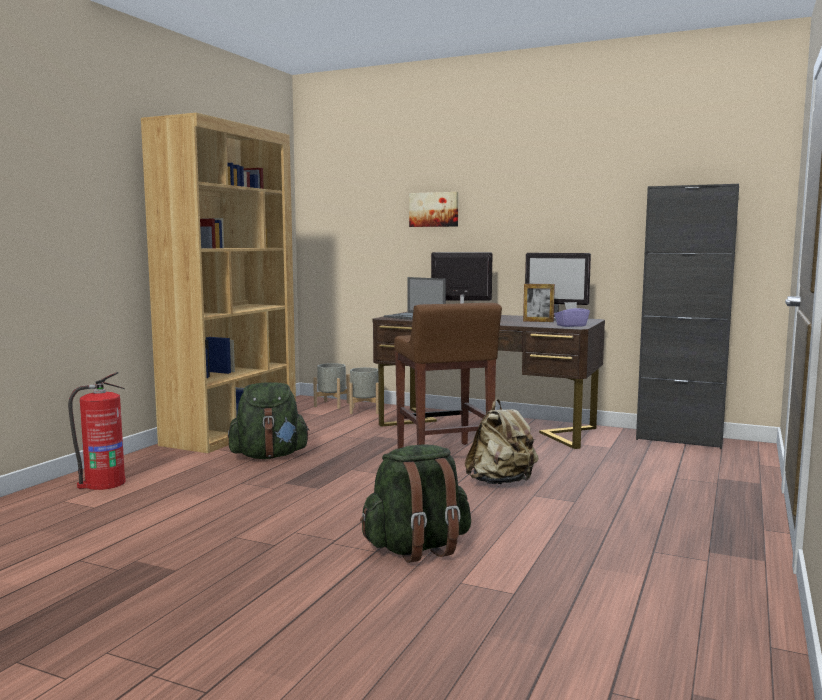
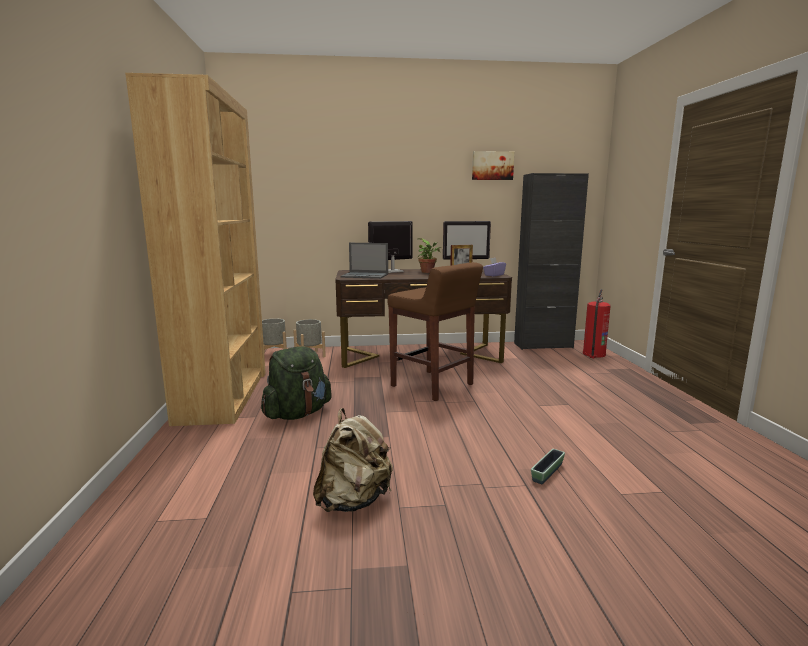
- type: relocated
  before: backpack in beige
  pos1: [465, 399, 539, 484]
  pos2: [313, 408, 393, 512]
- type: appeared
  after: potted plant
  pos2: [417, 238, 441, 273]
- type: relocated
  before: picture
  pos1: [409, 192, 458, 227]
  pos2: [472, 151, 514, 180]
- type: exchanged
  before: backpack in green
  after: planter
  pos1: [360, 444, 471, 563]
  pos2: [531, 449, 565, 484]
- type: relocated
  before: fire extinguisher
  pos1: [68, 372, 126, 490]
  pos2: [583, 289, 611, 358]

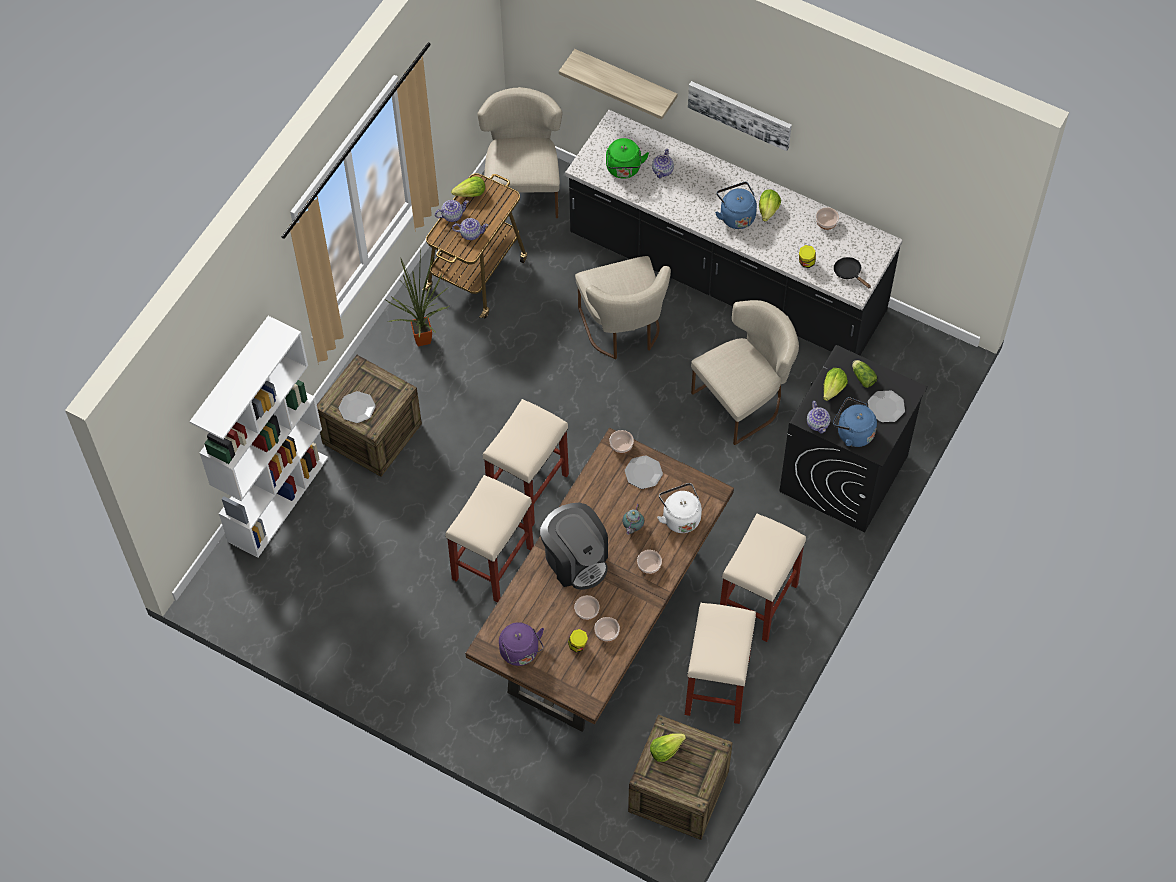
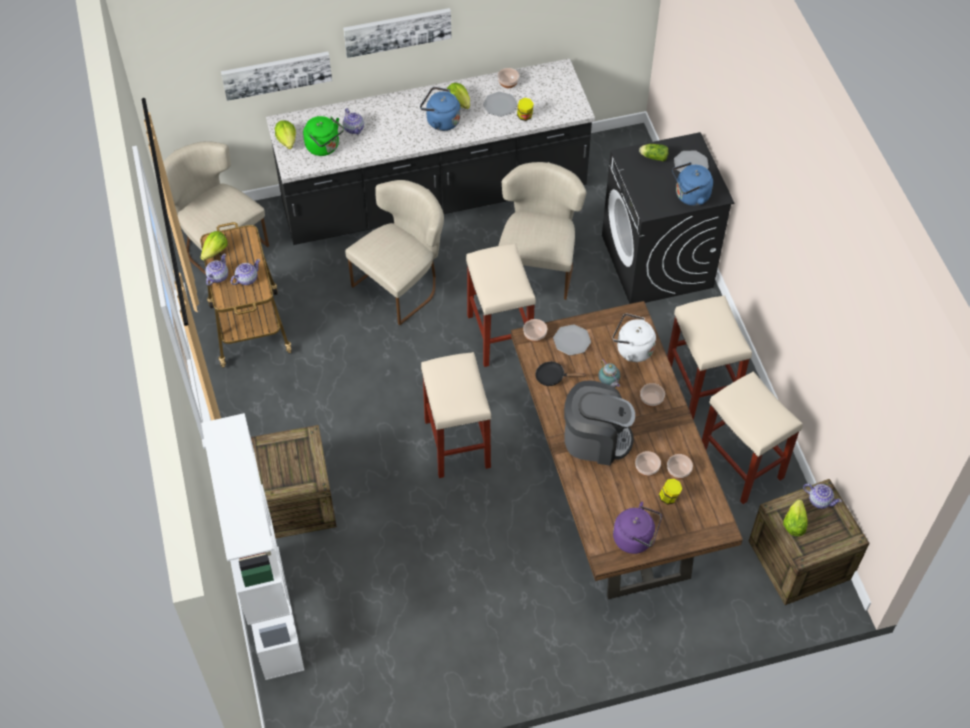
- type: exchanged
  before: shelf
  after: picture
  pos1: [559, 49, 678, 120]
  pos2: [221, 51, 332, 101]
- type: relocated
  before: lettuce
  pos1: [823, 368, 848, 401]
  pos2: [275, 120, 296, 149]
- type: spun
  before: chair in beige
  pos1: [575, 256, 671, 359]
  pos2: [345, 180, 444, 325]
  turn: -75
- type: relocated
  before: stool in beige
  pos1: [445, 475, 534, 603]
  pos2: [466, 244, 536, 367]
- type: relocated
  before: plate
  pos1: [339, 391, 376, 423]
  pos2: [483, 92, 517, 117]
- type: relocated
  before: frying pan in black
  pos1: [834, 257, 871, 288]
  pos2: [535, 361, 586, 386]
- type: relocated
  before: teapot
  pos1: [807, 401, 830, 433]
  pos2: [803, 484, 842, 509]
- type: missing
  before: potted plant
  pos1: [385, 248, 449, 346]

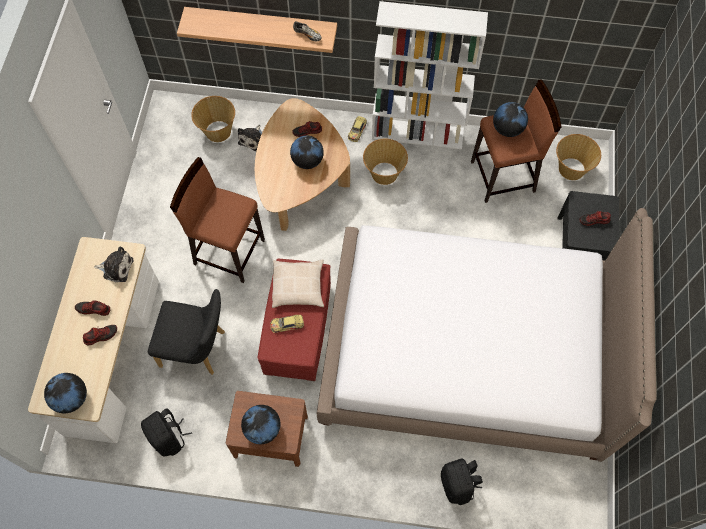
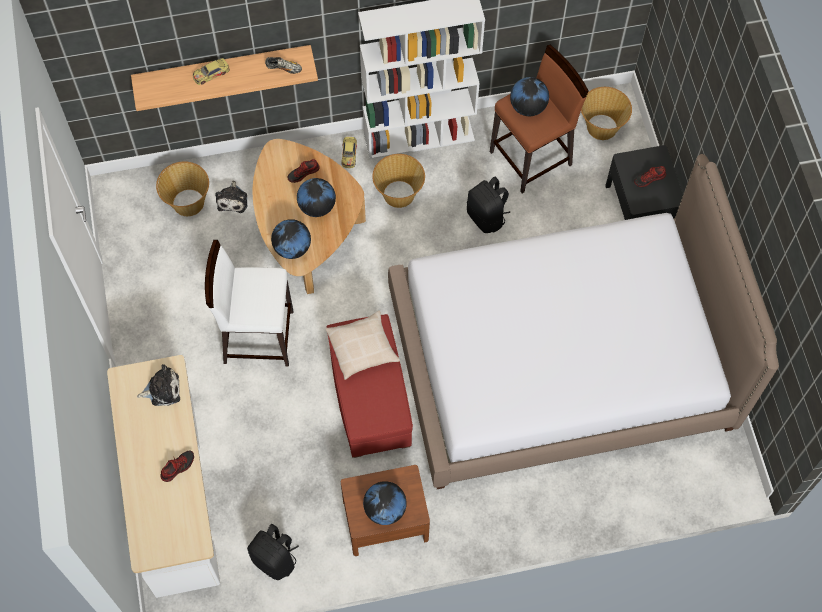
- type: relocated
  before: toy car
  pos1: [270, 315, 304, 333]
  pos2: [193, 58, 230, 85]
- type: colour
  before: stool in brown
  after: stool in white
  pos1: [170, 157, 265, 283]
  pos2: [205, 240, 293, 366]
- type: relocated
  before: globe
  pos1: [44, 373, 87, 413]
  pos2: [271, 219, 311, 259]
- type: relocated
  before: backpack in black
  pos1: [441, 459, 483, 505]
  pos2: [467, 177, 511, 233]
- type: missing
  before: shoe
  pos1: [75, 301, 110, 316]
- type: missing
  before: chair in black
  pos1: [148, 289, 225, 375]

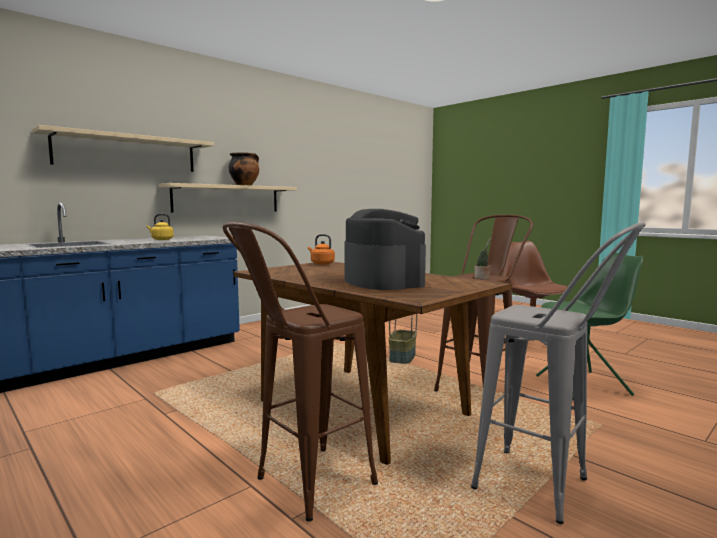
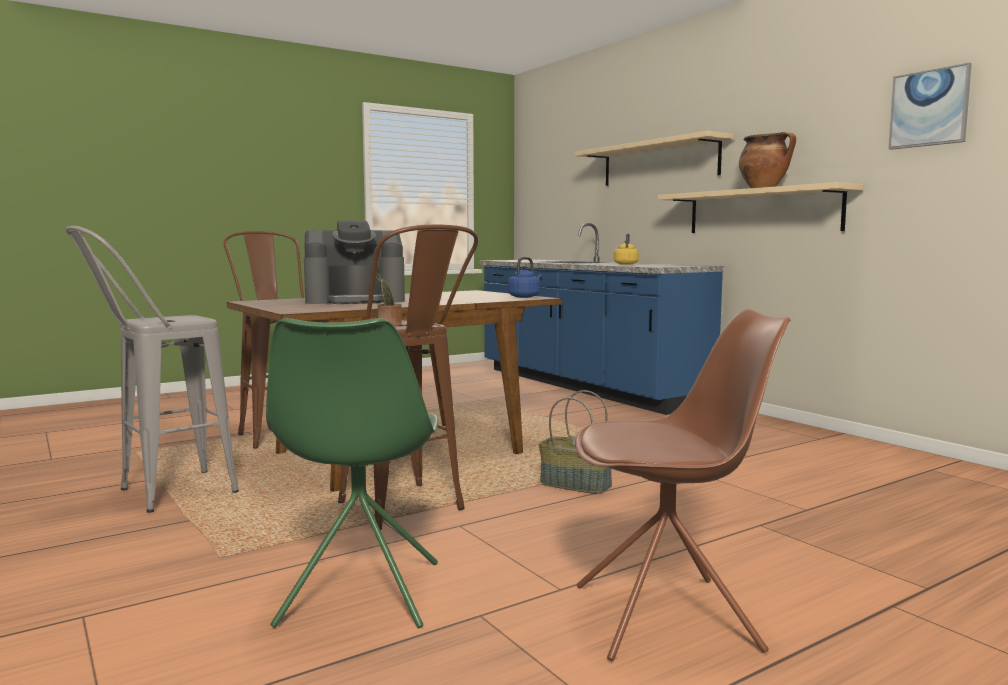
- type: colour
  before: kettle in orange
  after: kettle in blue
  pos1: [308, 234, 335, 265]
  pos2: [508, 257, 542, 298]
- type: appeared
  after: picture
  pos2: [889, 63, 972, 150]

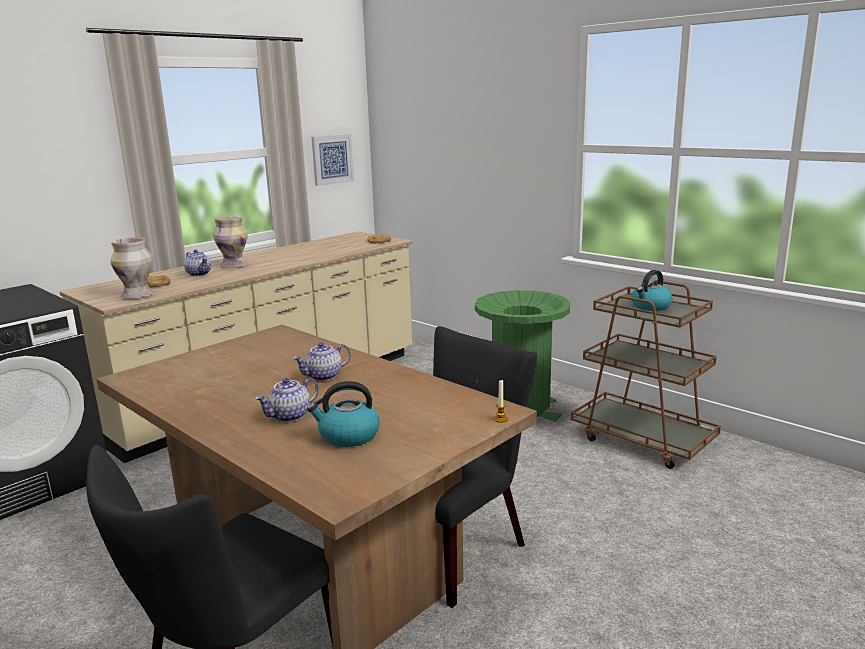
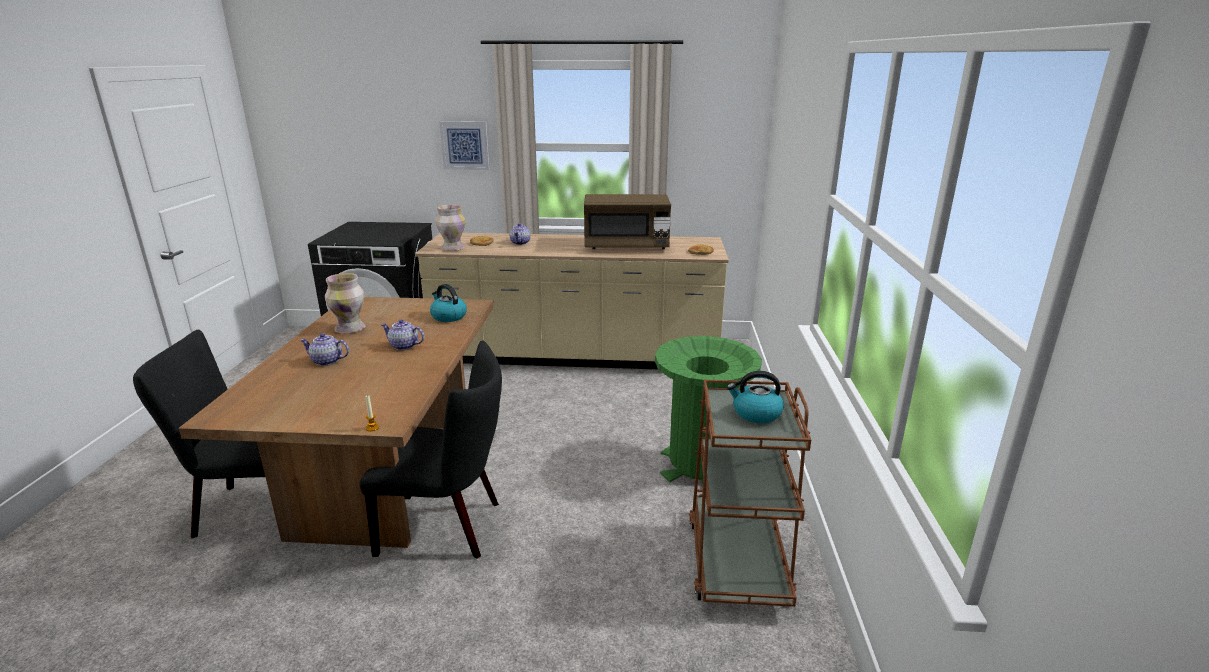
- type: relocated
  before: vase
  pos1: [213, 216, 248, 268]
  pos2: [325, 273, 365, 333]
- type: relocated
  before: kettle
  pos1: [307, 381, 380, 447]
  pos2: [430, 284, 467, 322]
- type: relocated
  before: picture
  pos1: [311, 134, 354, 186]
  pos2: [439, 121, 490, 170]
- type: appeared
  after: microwave in brown
  pos2: [584, 194, 671, 249]

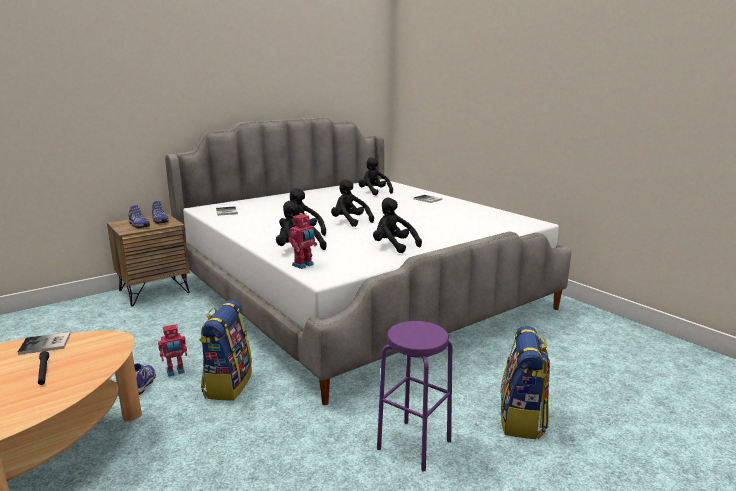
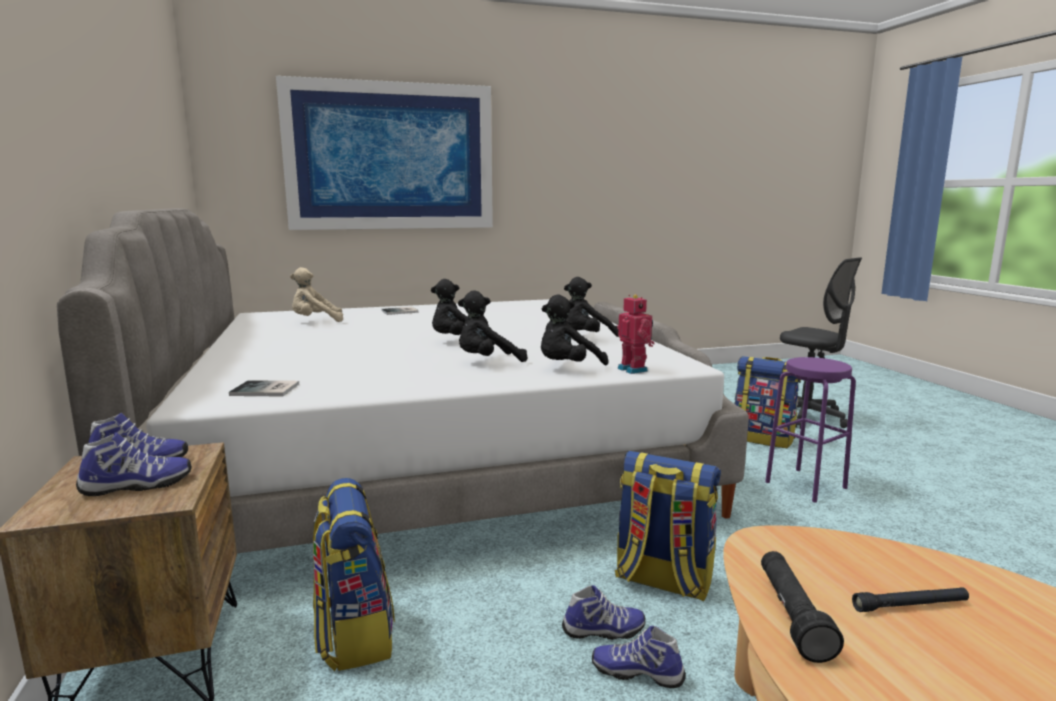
- type: appeared
  after: picture
  pos2: [276, 76, 493, 230]
- type: colour
  before: plush toy in black
  after: plush toy in beige
  pos1: [358, 158, 393, 196]
  pos2: [290, 267, 343, 322]
- type: appeared
  after: backpack
  pos2: [313, 478, 395, 671]
- type: exchanged
  before: toy robot
  after: shoe
  pos1: [158, 324, 187, 377]
  pos2: [562, 585, 645, 640]
- type: exchanged
  before: book
  after: flashlight in black
  pos1: [18, 332, 71, 355]
  pos2: [761, 551, 844, 663]
- type: appeared
  after: office chair in grey
  pos2: [780, 257, 862, 429]

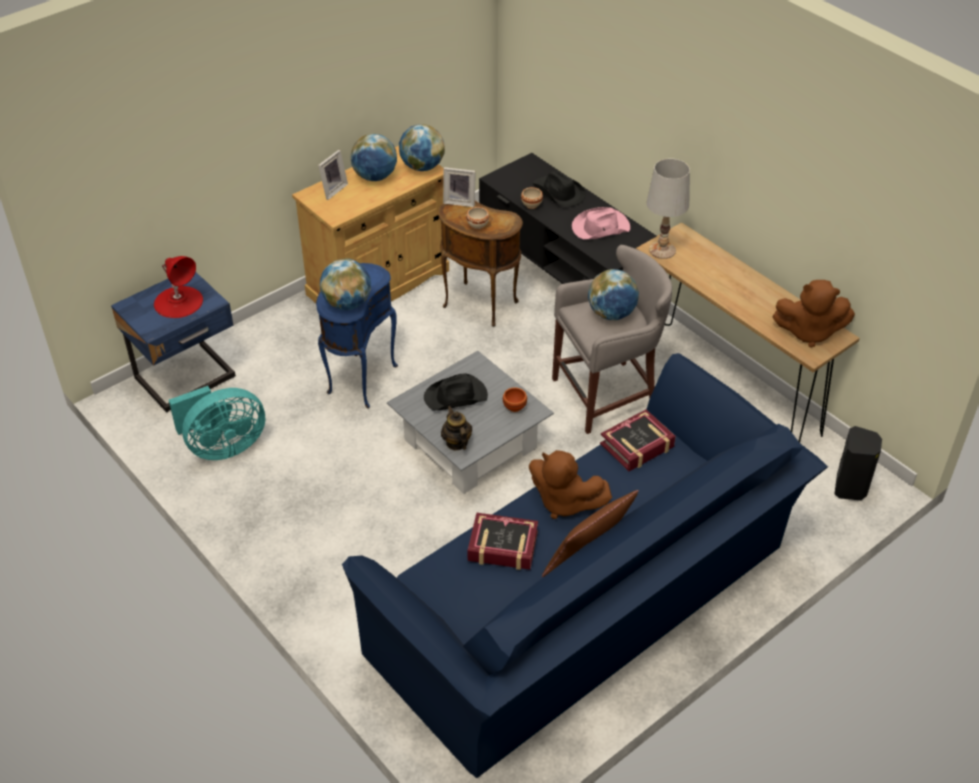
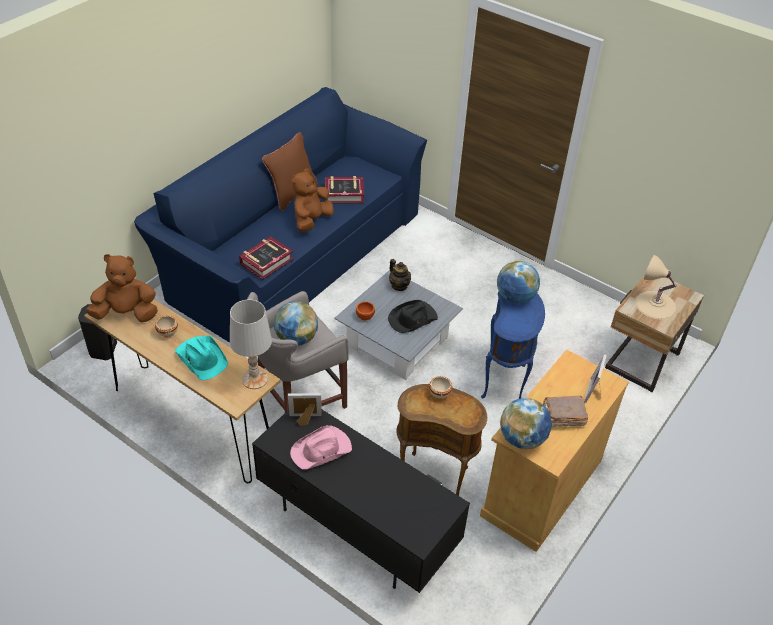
- type: relocated
  before: bowl in beige
  pos1: [521, 187, 543, 209]
  pos2: [155, 316, 178, 337]
- type: appeared
  after: hat in turquoise
  pos2: [175, 336, 228, 380]
- type: relocated
  before: picture frame
  pos1: [443, 167, 476, 207]
  pos2: [288, 393, 322, 426]
- type: spun
  before: plush toy in brown
  pos1: [529, 450, 612, 519]
  pos2: [291, 169, 334, 232]
  turn: -75
- type: exchanged
  before: globe
  after: book in brown
  pos1: [350, 134, 397, 181]
  pos2: [543, 396, 588, 427]
- type: colour
  before: nightstand in blue
  after: nightstand in beige
  pos1: [111, 271, 236, 412]
  pos2: [605, 275, 704, 392]
- type: colour
  before: table lamp in red
  after: table lamp in beige
  pos1: [154, 256, 203, 318]
  pos2: [635, 255, 677, 319]
- type: missing
  before: fan in turquoise
  pos1: [169, 386, 265, 460]
- type: missing
  before: hat in black
  pos1: [533, 170, 586, 208]

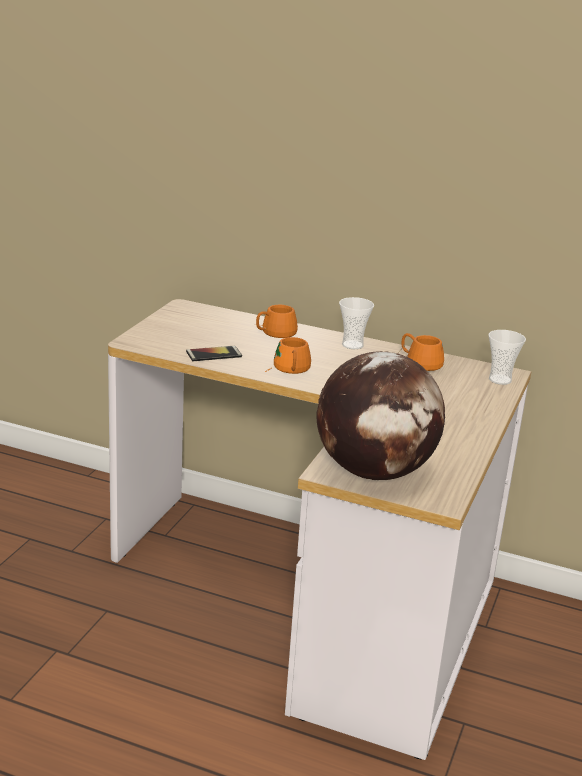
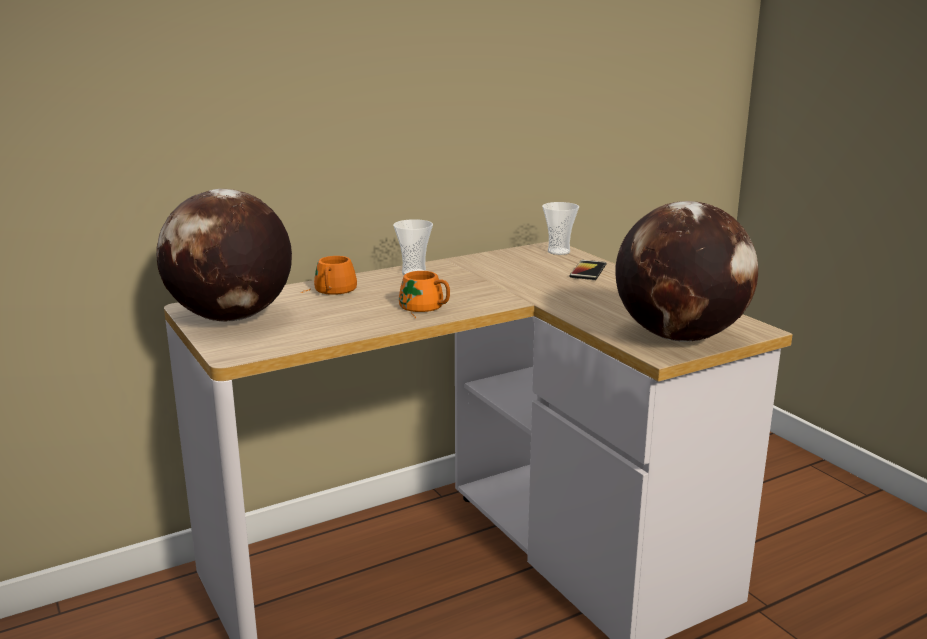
- type: appeared
  after: globe
  pos2: [156, 189, 292, 321]
- type: relocated
  before: phone
  pos1: [186, 346, 242, 361]
  pos2: [570, 260, 607, 280]
- type: missing
  before: mug in orange
  pos1: [401, 333, 444, 371]

